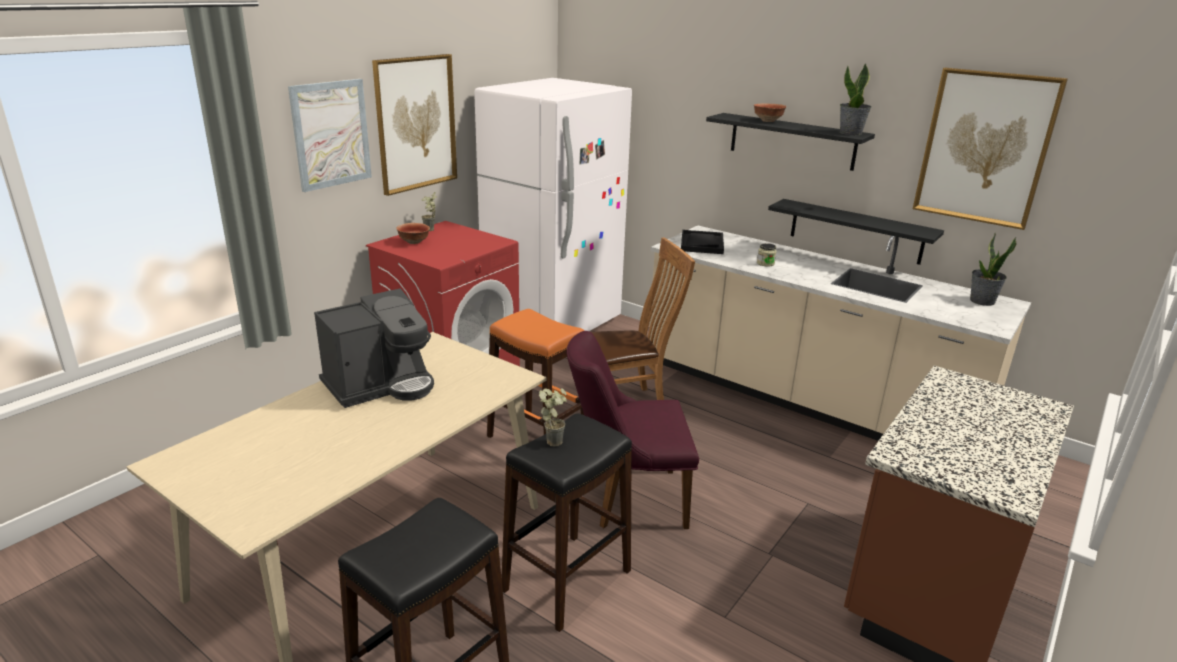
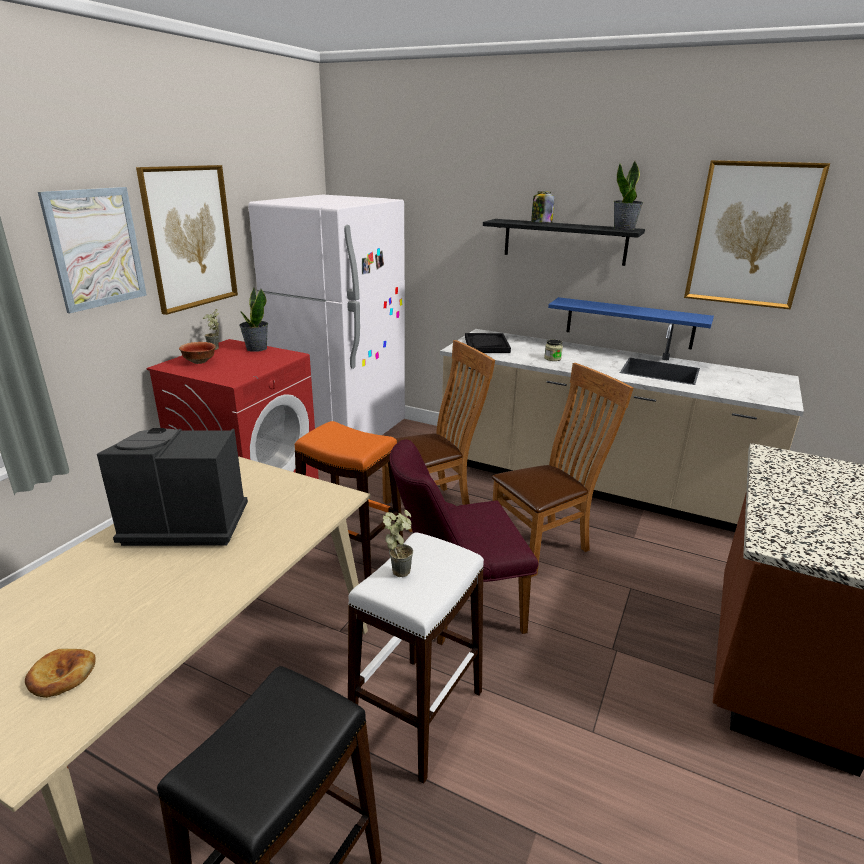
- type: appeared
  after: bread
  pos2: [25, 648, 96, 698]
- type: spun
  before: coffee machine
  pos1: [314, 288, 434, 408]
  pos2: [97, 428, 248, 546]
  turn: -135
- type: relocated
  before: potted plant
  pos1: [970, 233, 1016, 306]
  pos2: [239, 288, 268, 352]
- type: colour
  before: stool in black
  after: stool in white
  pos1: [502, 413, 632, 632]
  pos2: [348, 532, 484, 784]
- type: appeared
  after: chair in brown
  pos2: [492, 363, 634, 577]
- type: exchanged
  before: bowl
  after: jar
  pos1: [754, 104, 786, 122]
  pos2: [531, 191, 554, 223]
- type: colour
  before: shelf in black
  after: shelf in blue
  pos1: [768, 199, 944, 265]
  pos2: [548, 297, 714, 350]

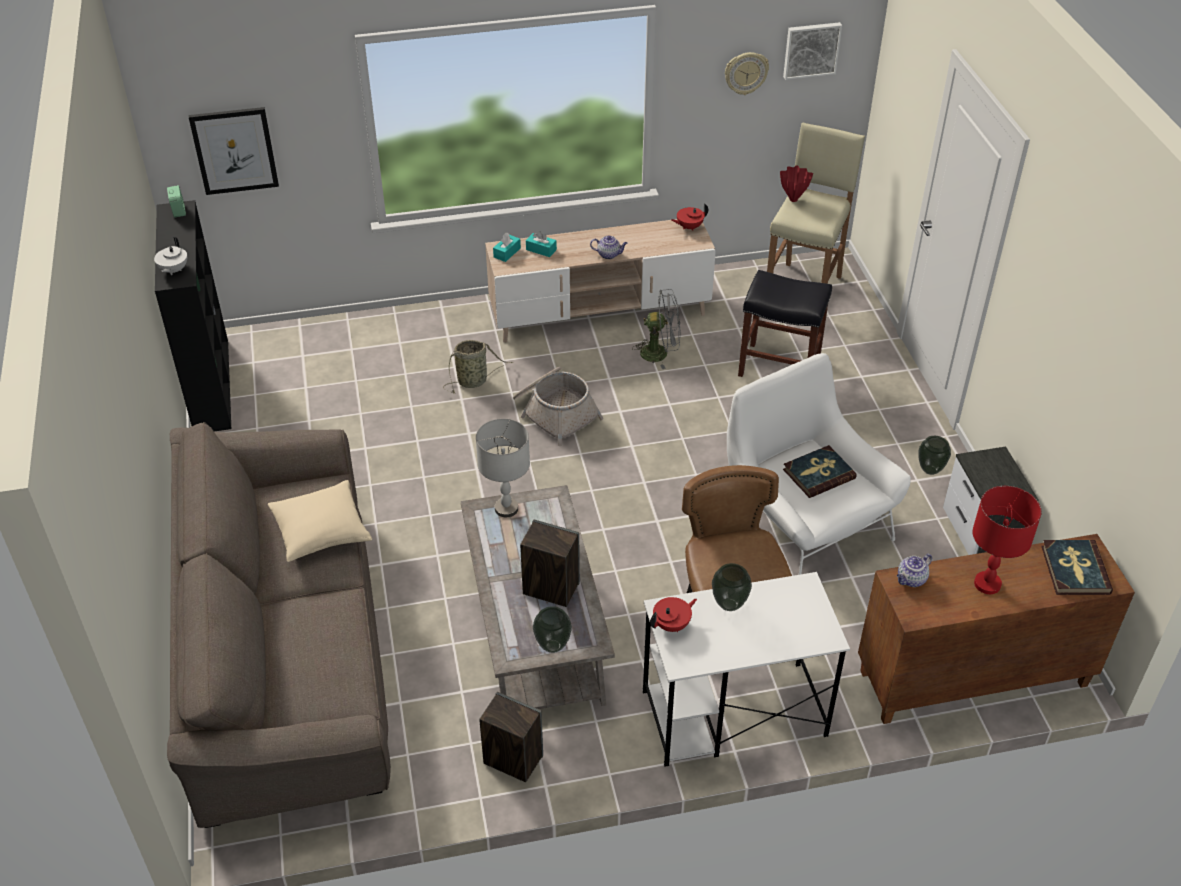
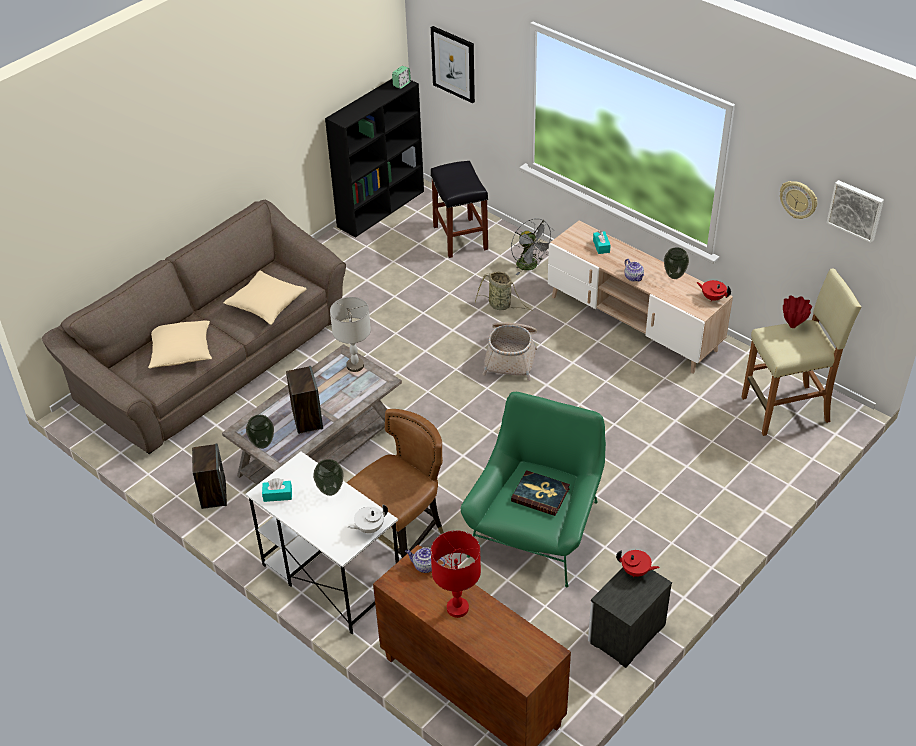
- type: appeared
  after: pillow in beige
  pos2: [148, 320, 212, 369]
- type: relocated
  before: tissue box in turquoise
  pos1: [493, 233, 521, 262]
  pos2: [262, 478, 292, 502]
- type: relocated
  before: teapot in white
  pos1: [154, 237, 187, 275]
  pos2: [348, 505, 388, 533]
- type: relocated
  before: stool in black
  pos1: [738, 270, 832, 377]
  pos2: [431, 161, 488, 258]
- type: colour
  before: armchair in white
  after: armchair in green
  pos1: [727, 353, 911, 575]
  pos2: [461, 392, 606, 587]
- type: relocated
  before: fan in grey
  pos1: [632, 289, 681, 369]
  pos2: [511, 218, 554, 275]
- type: relocated
  before: teapot in red
  pos1: [650, 597, 697, 632]
  pos2: [616, 550, 660, 577]
- type: relocated
  before: vase
  pos1: [918, 436, 951, 475]
  pos2: [664, 247, 689, 279]
- type: missing
  before: book
  pos1: [1041, 540, 1113, 595]

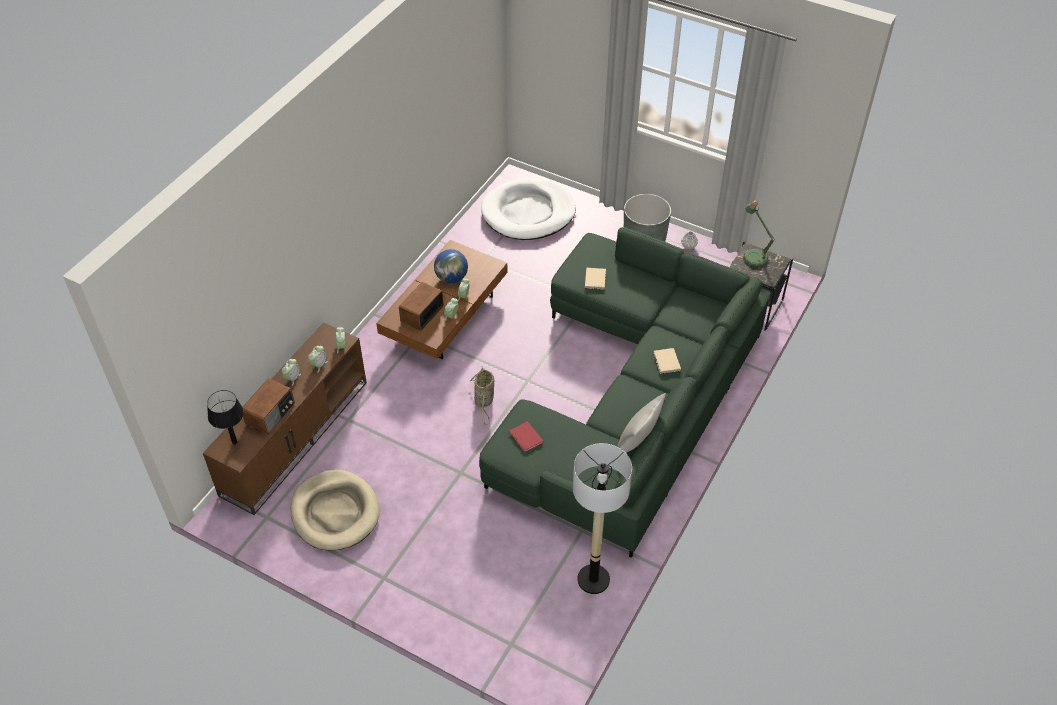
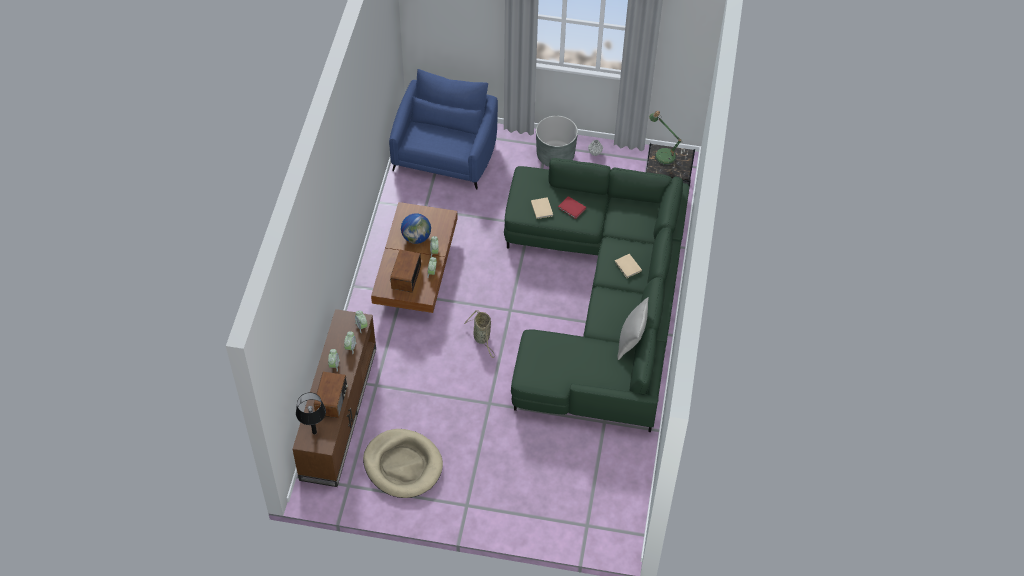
- type: exchanged
  before: dog bed in white
  after: armchair in blue
  pos1: [481, 178, 576, 240]
  pos2: [389, 69, 498, 190]
- type: relocated
  before: book in red
  pos1: [509, 421, 543, 453]
  pos2: [558, 196, 586, 219]
- type: missing
  before: floor lamp
  pos1: [573, 443, 632, 594]

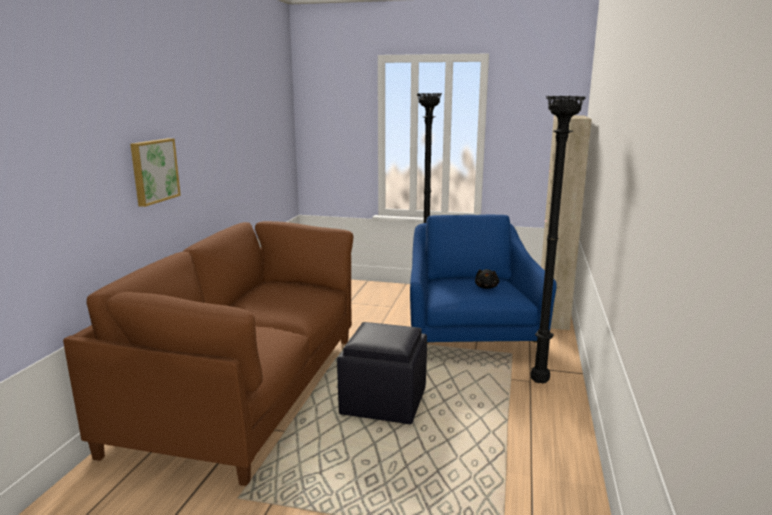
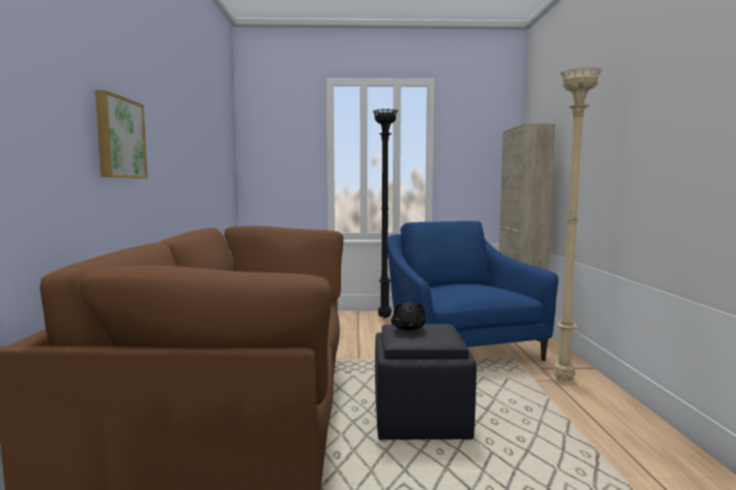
- type: relocated
  before: plush toy in black
  pos1: [475, 269, 499, 289]
  pos2: [391, 302, 426, 331]
- type: colour
  before: floor lamp in black
  after: floor lamp in beige
  pos1: [531, 96, 586, 383]
  pos2: [553, 66, 602, 381]

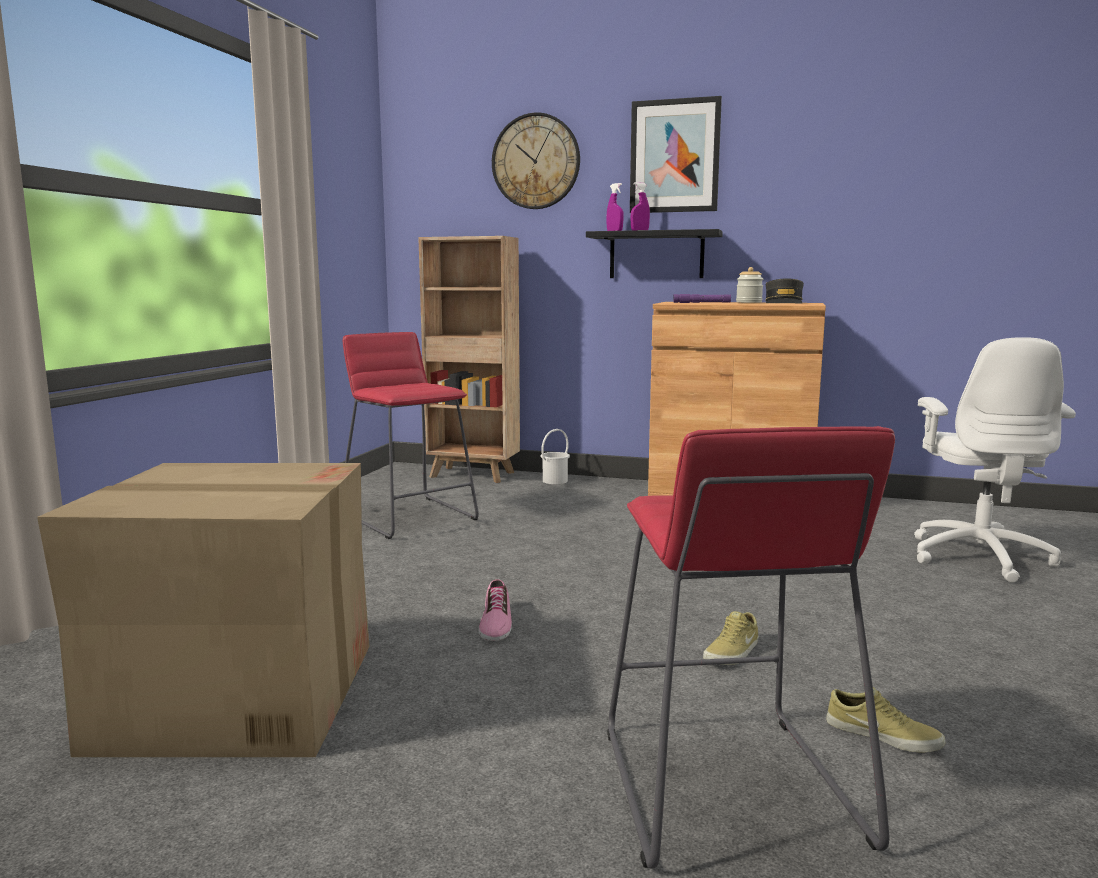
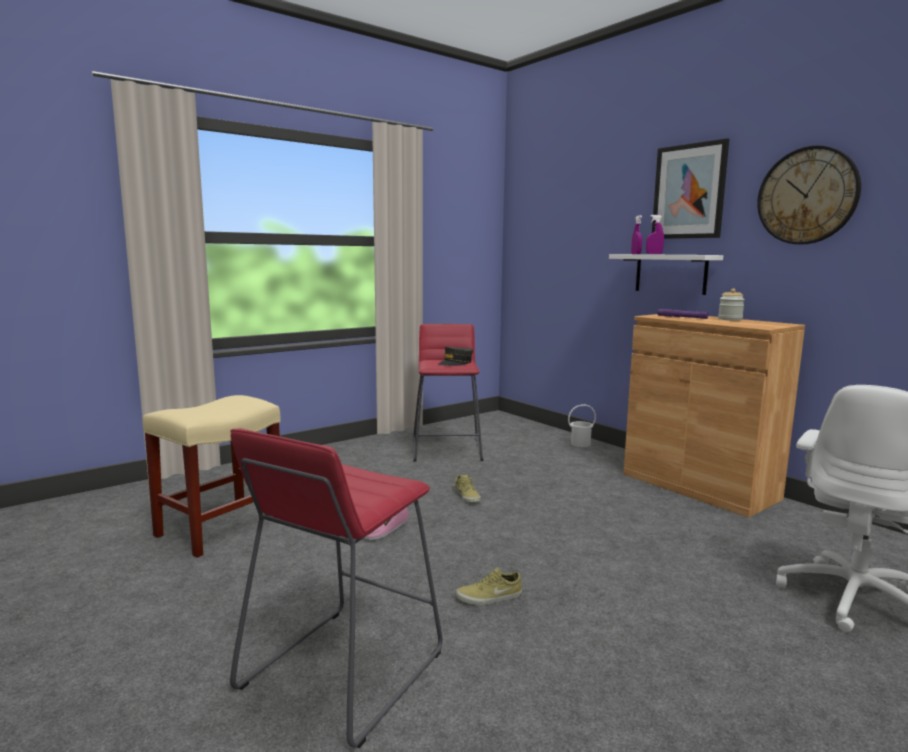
- type: exchanged
  before: cardboard box
  after: stool in beige
  pos1: [37, 463, 370, 757]
  pos2: [143, 395, 281, 558]
- type: relocated
  before: cap in grey
  pos1: [765, 278, 804, 304]
  pos2: [439, 346, 473, 366]
- type: relocated
  before: shoe in beige
  pos1: [826, 687, 945, 752]
  pos2: [455, 474, 481, 502]
- type: colour
  before: shelf in black
  after: shelf in white
  pos1: [586, 229, 723, 278]
  pos2: [609, 254, 723, 295]
- type: relocated
  before: wall clock
  pos1: [492, 113, 580, 209]
  pos2: [757, 146, 861, 245]
- type: missing
  before: bookcase in brown
  pos1: [418, 236, 520, 483]

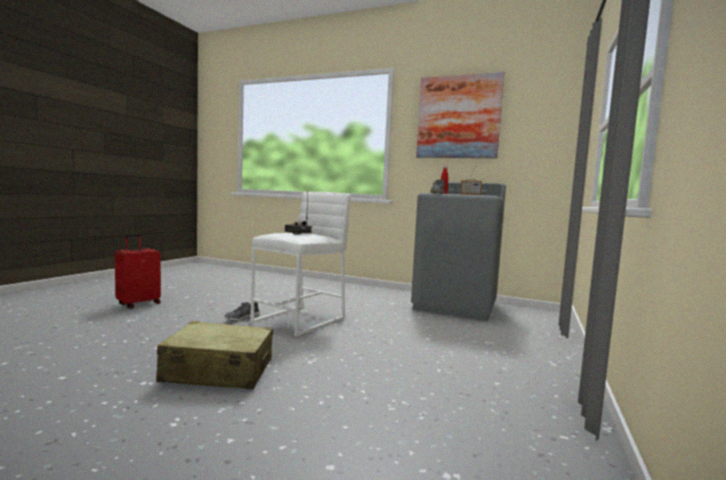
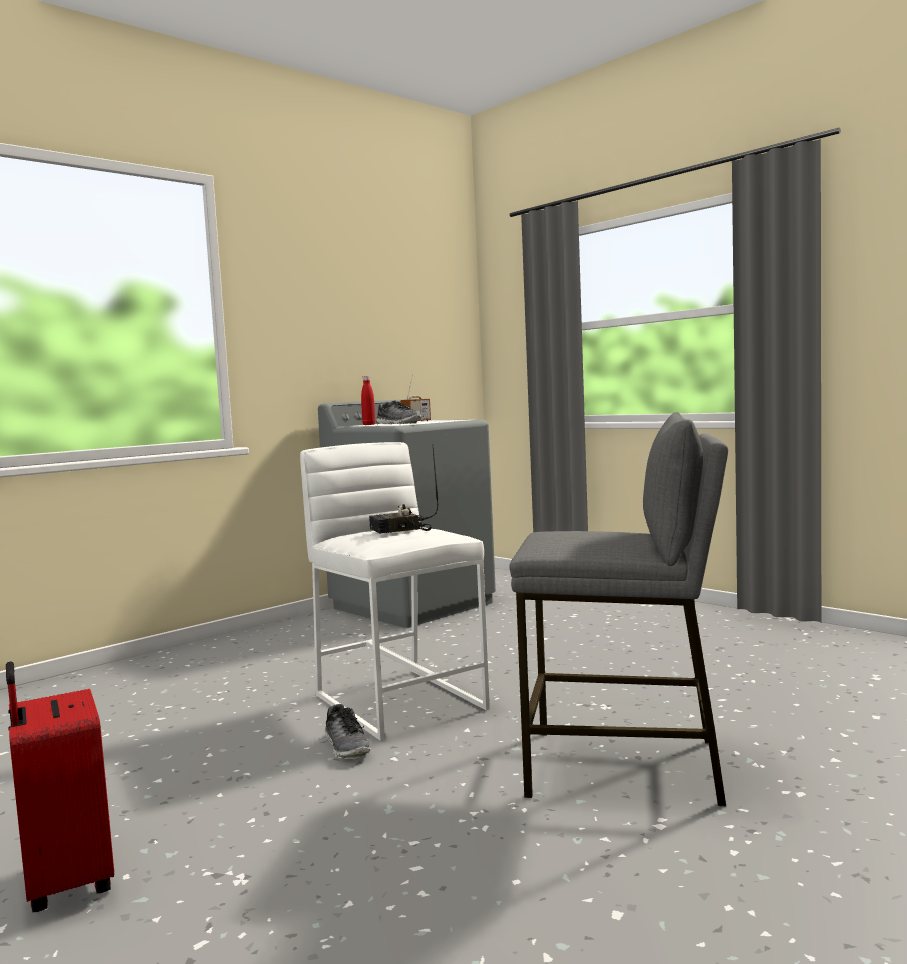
- type: exchanged
  before: suitcase in beige
  after: stool in grey
  pos1: [156, 321, 273, 389]
  pos2: [509, 412, 728, 806]
- type: missing
  before: picture
  pos1: [416, 72, 504, 158]

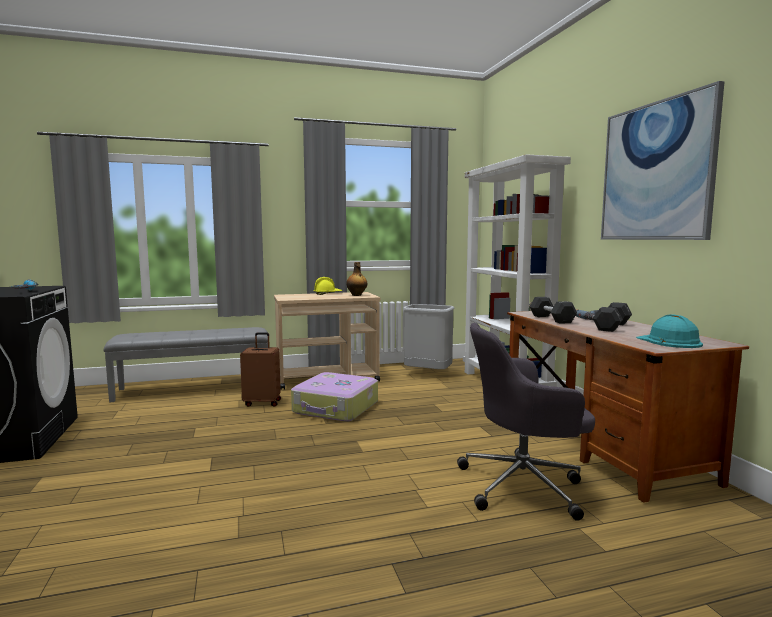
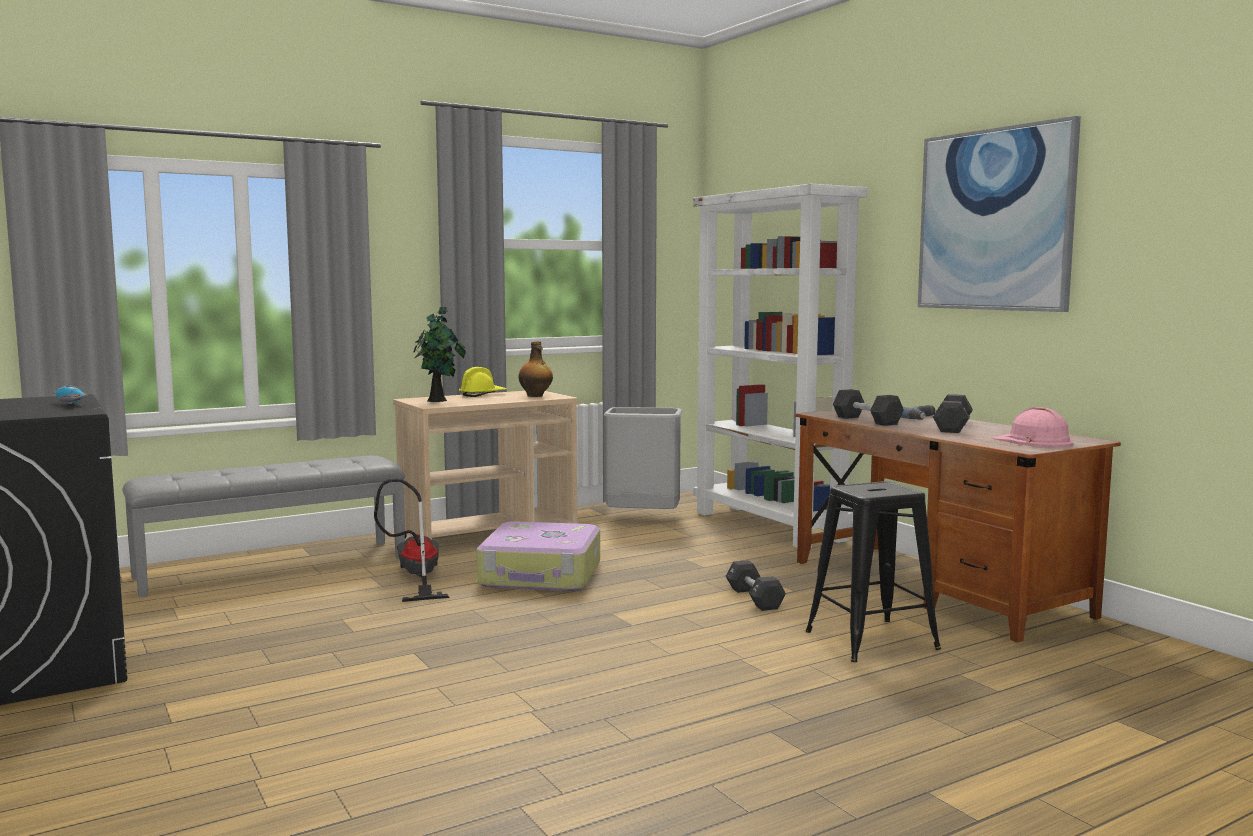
- type: exchanged
  before: suitcase in brown
  after: vacuum cleaner
  pos1: [240, 332, 281, 407]
  pos2: [374, 479, 449, 602]
- type: appeared
  after: potted plant
  pos2: [414, 306, 466, 402]
- type: appeared
  after: dumbbell in black
  pos2: [726, 560, 786, 611]
- type: exchanged
  before: office chair in grey
  after: stool in black
  pos1: [457, 323, 595, 521]
  pos2: [805, 481, 941, 662]
- type: colour
  before: hard hat in turquoise
  after: hard hat in pink
  pos1: [636, 314, 703, 348]
  pos2: [993, 407, 1073, 447]

